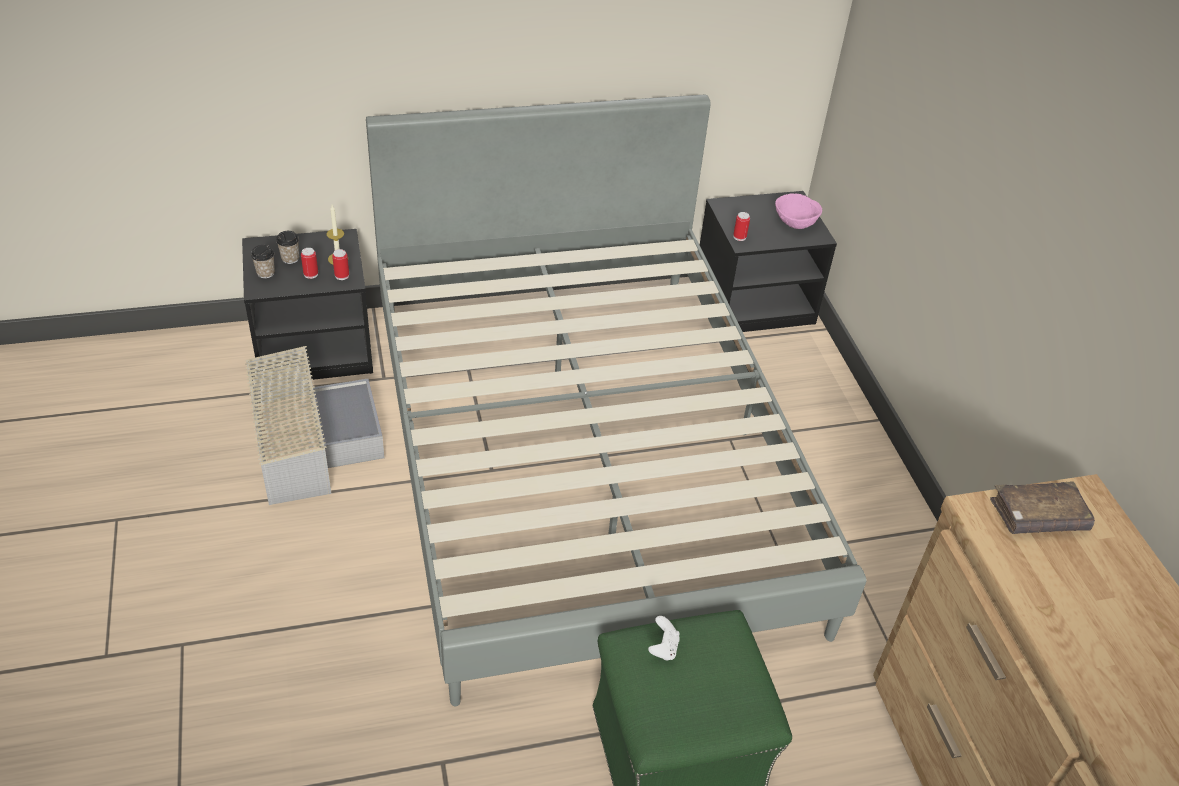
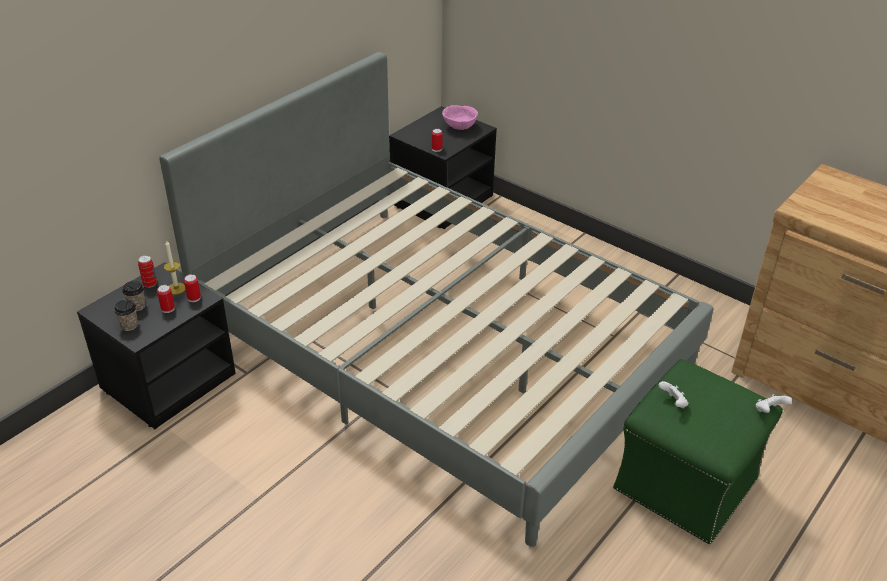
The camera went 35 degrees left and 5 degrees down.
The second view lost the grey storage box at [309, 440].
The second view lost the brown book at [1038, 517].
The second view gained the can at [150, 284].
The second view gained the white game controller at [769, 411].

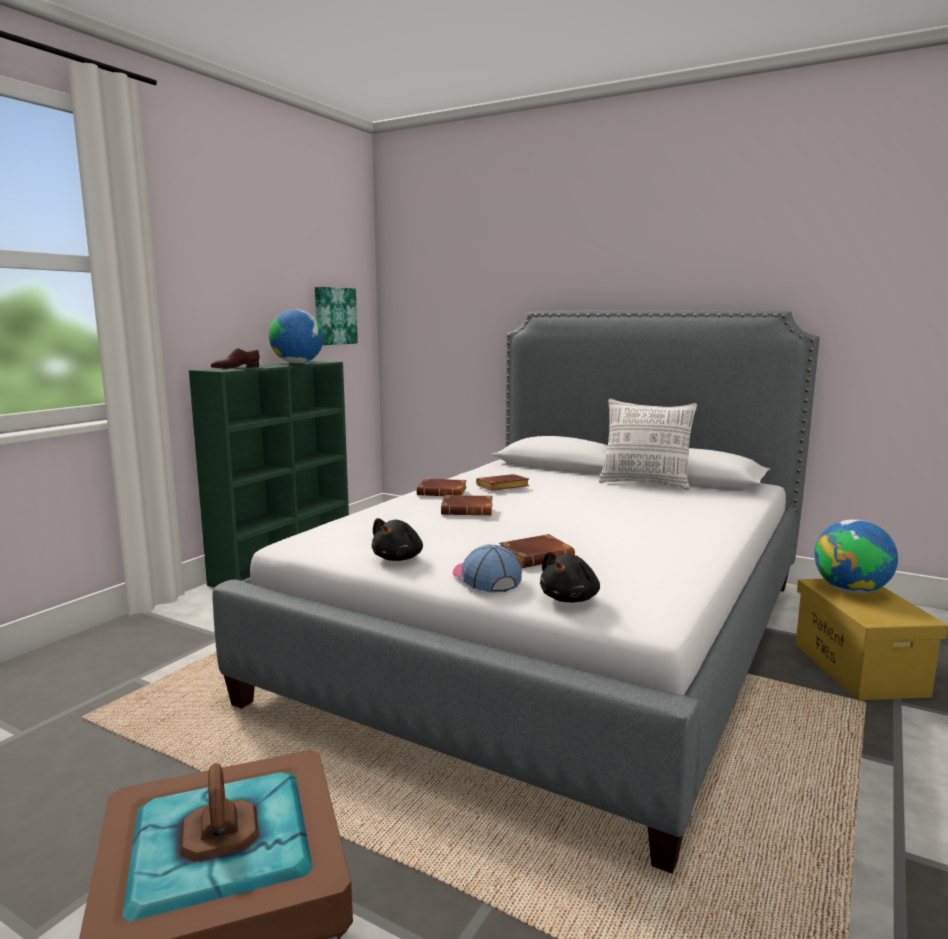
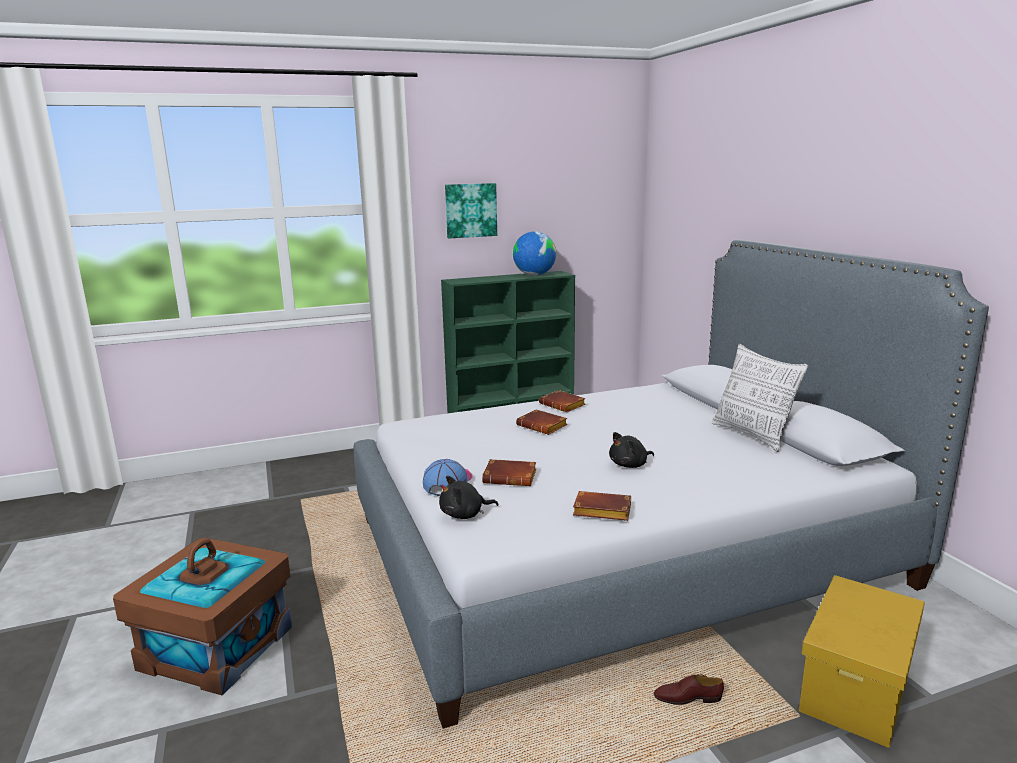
The camera went 40 degrees right and 5 degrees up.
The picture ended up elsewhere, having gone from [334, 316] to [470, 210].
The brown shoe ended up elsewhere, having gone from [235, 368] to [687, 698].
The brown book ended up elsewhere, having gone from [502, 487] to [600, 512].
The black plush toy ended up elsewhere, having gone from [399, 558] to [630, 465].
The second view lost the globe at [851, 590].

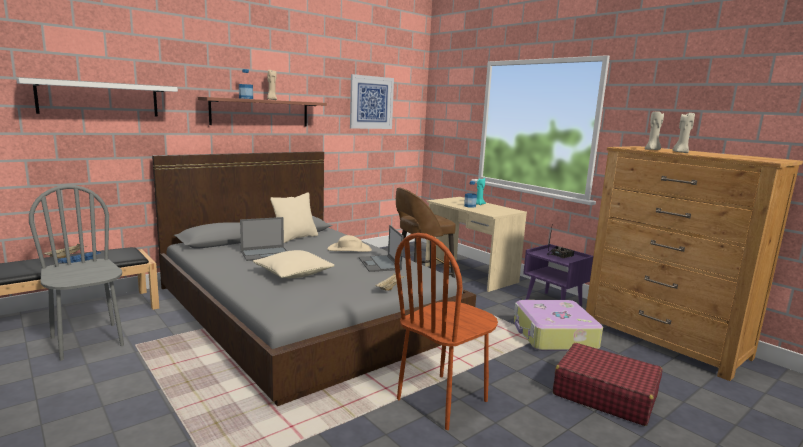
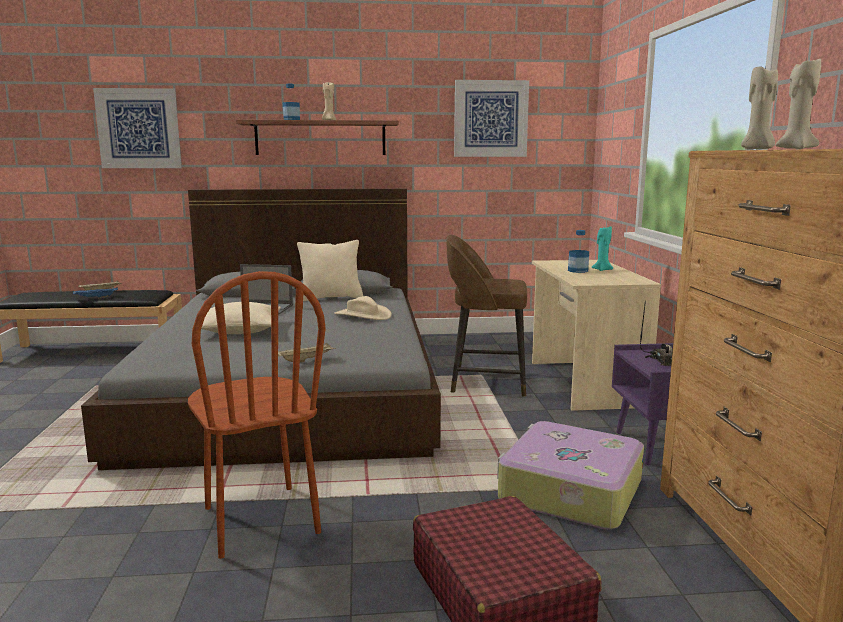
The camera went 35 degrees right and 0 degrees up.
Where the white shelf hung at [99, 99], the picture came to hang at [138, 128].
The second view lost the grey chair at [88, 341].
The second view lost the laptop at [380, 264].
The brown chair at [442, 400] ended up facing another way, 105 degrees counterclockwise from before.

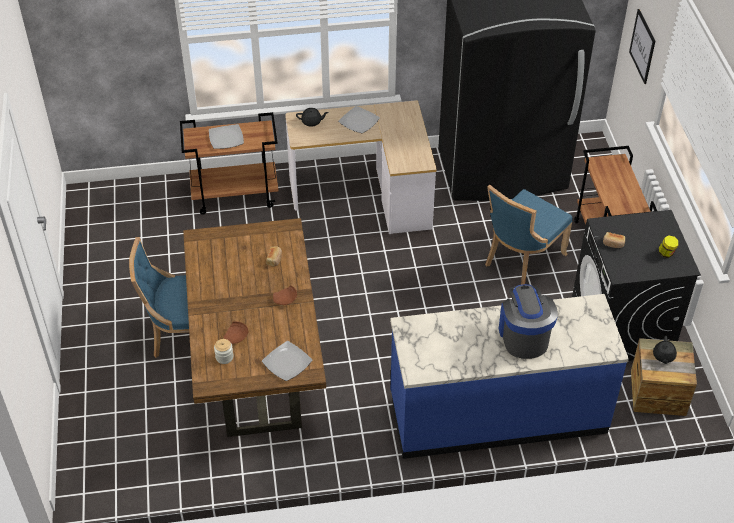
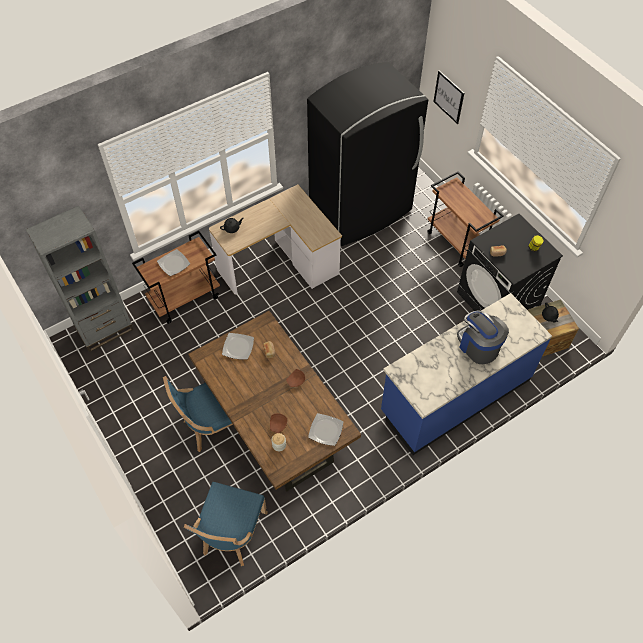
The camera went 25 degrees left and 10 degrees up.
The plate ended up elsewhere, having gone from [359, 122] to [238, 347].
The blue chair ended up elsewhere, having gone from [521, 260] to [231, 534].
The second view gained the grey bookcase at [104, 329].

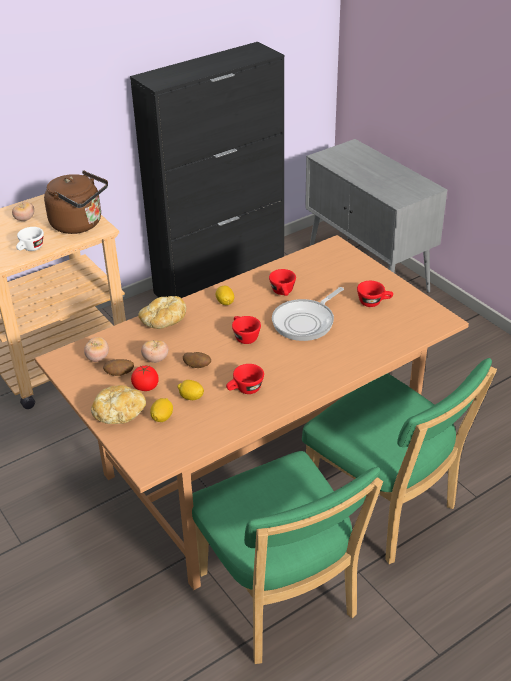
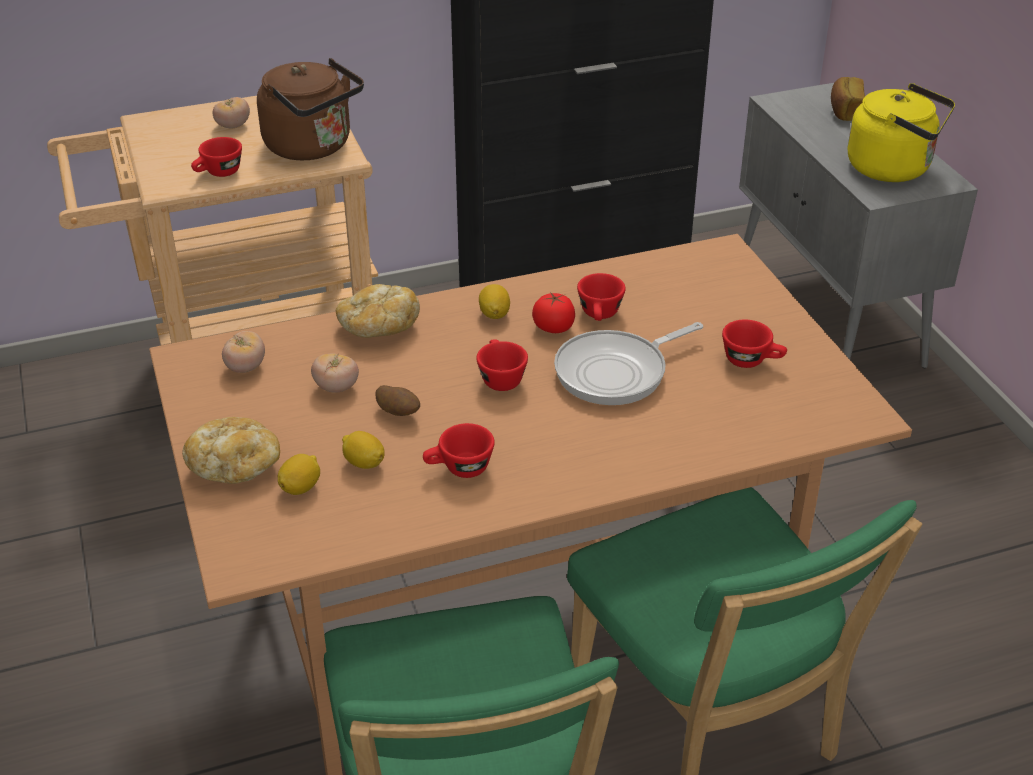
The camera went 15 degrees right and 0 degrees up.
What was the white cup at [30, 249] turned into the red cup at [218, 173].
The second view lost the potato at [119, 374].
The tomato ended up elsewhere, having gone from [146, 387] to [553, 328].
The second view gained the bread at [844, 111].
The second view gained the yellow kettle at [894, 168].

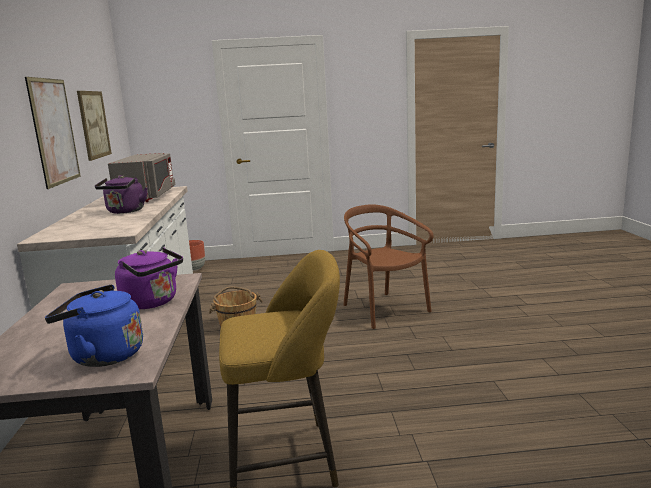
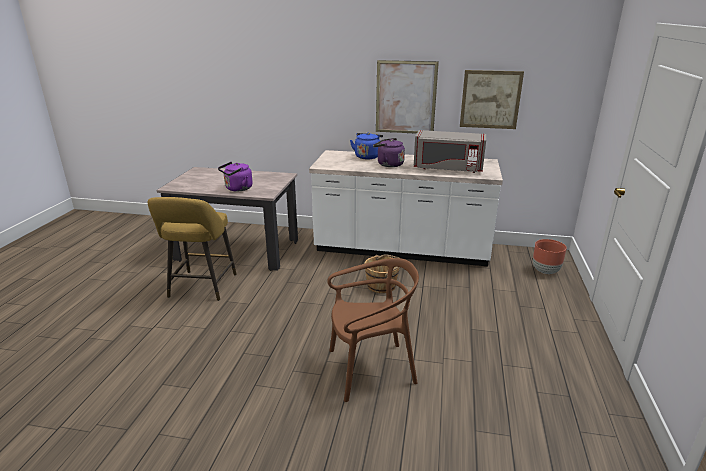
The camera went 105 degrees right and 10 degrees up.
The blue kettle ended up elsewhere, having gone from [103, 356] to [367, 156].

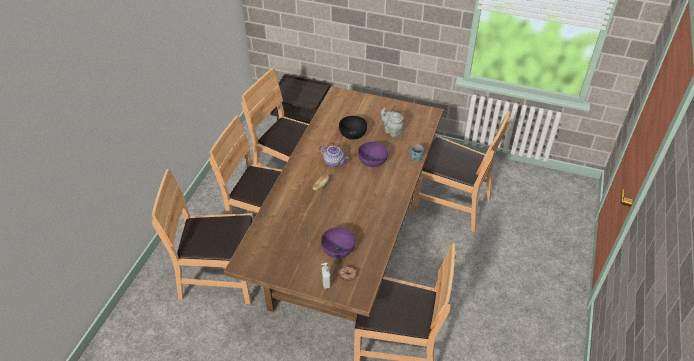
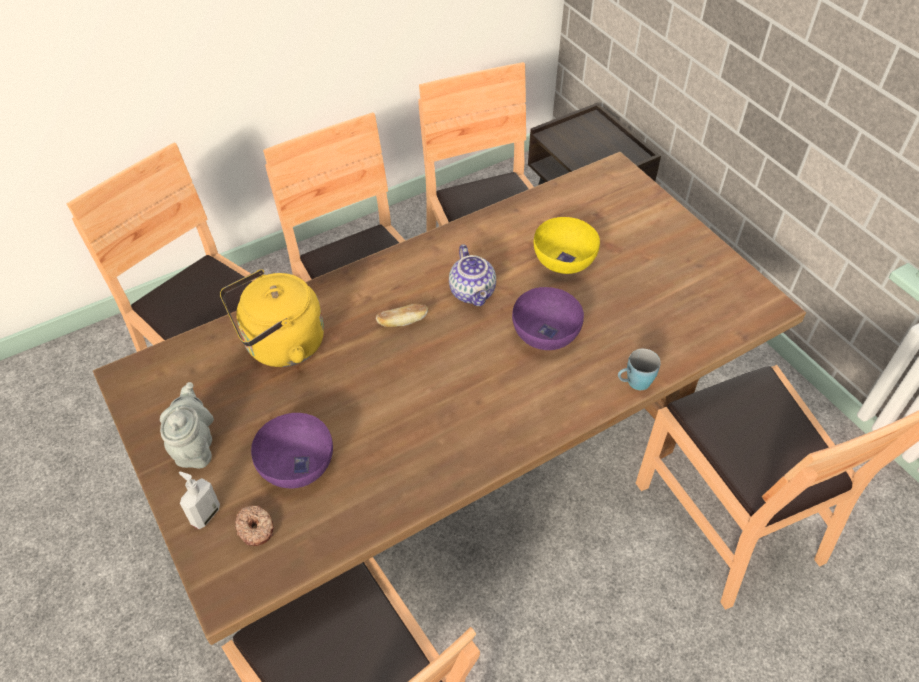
The camera went 40 degrees right and 5 degrees up.
The grey teapot ended up elsewhere, having gone from [391, 131] to [195, 447].
What was the black bowl at [352, 134] turned into the yellow bowl at [563, 260].
The second view gained the yellow kettle at [280, 346].

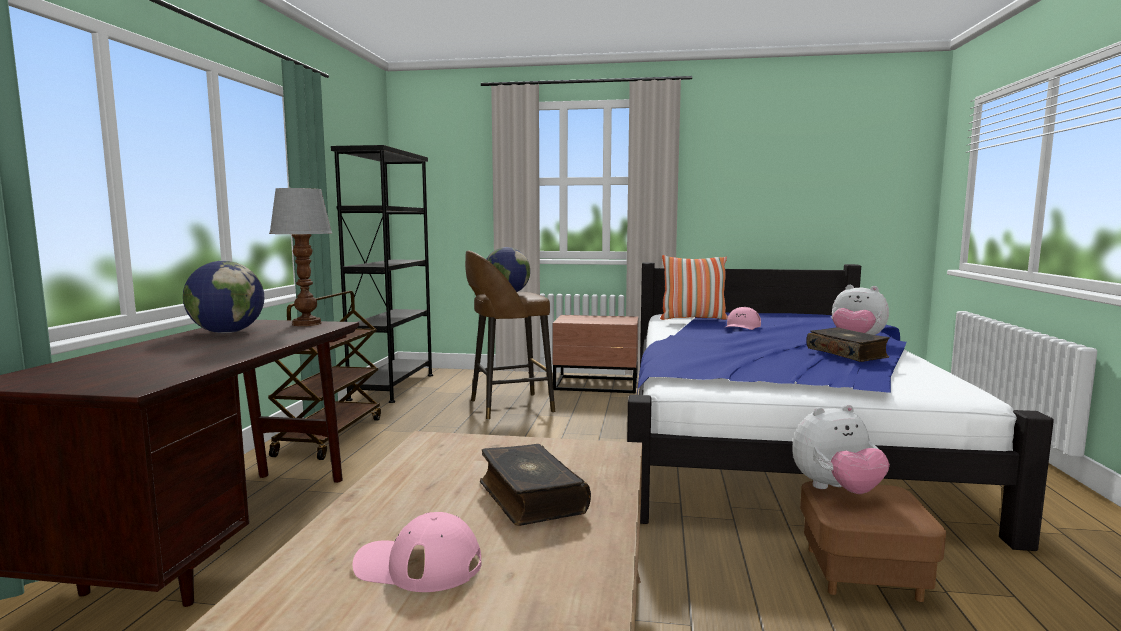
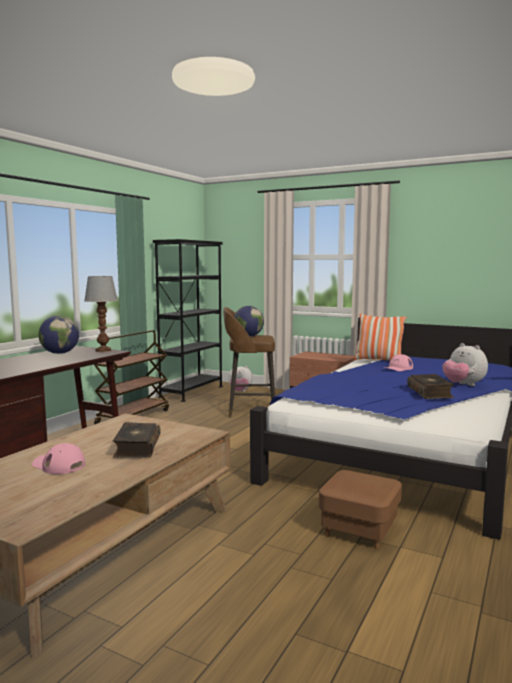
The camera went 20 degrees right and 0 degrees up.
The plush toy ended up elsewhere, having gone from [836, 490] to [240, 392].

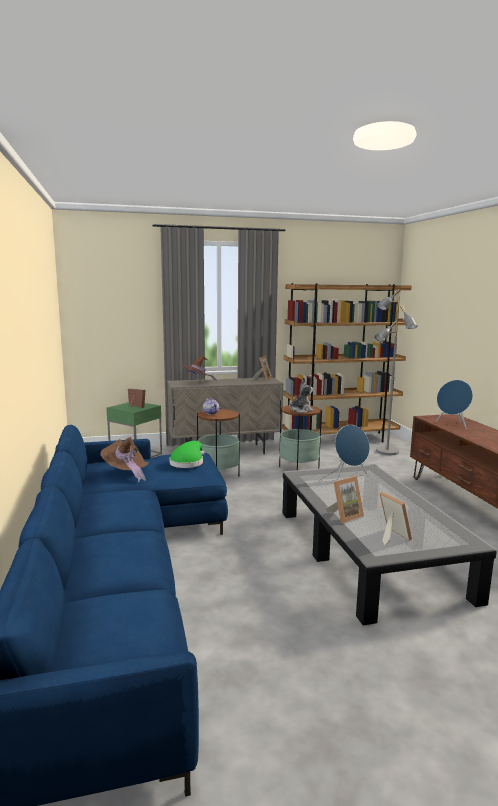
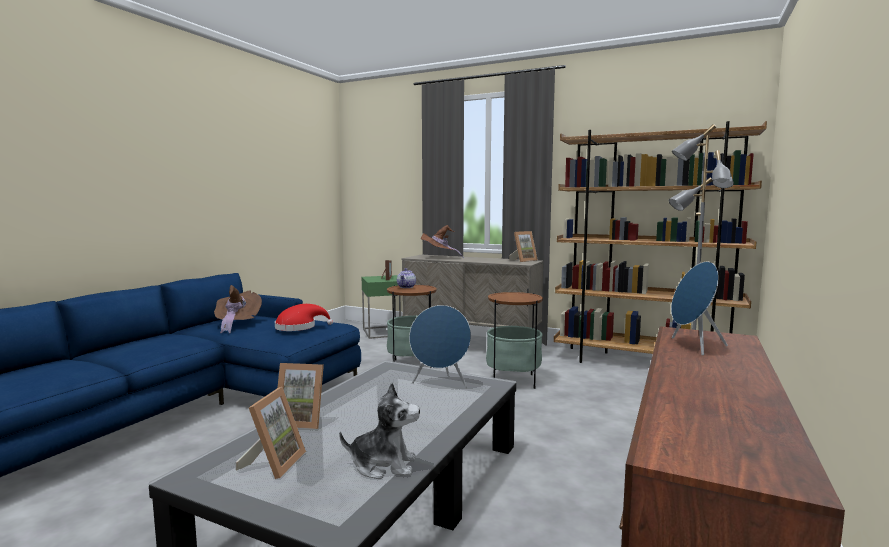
The camera went 40 degrees right and 5 degrees down.
The plush toy ended up elsewhere, having gone from [300, 410] to [383, 465].
What was the green hat at [188, 462] turned into the red hat at [299, 327].

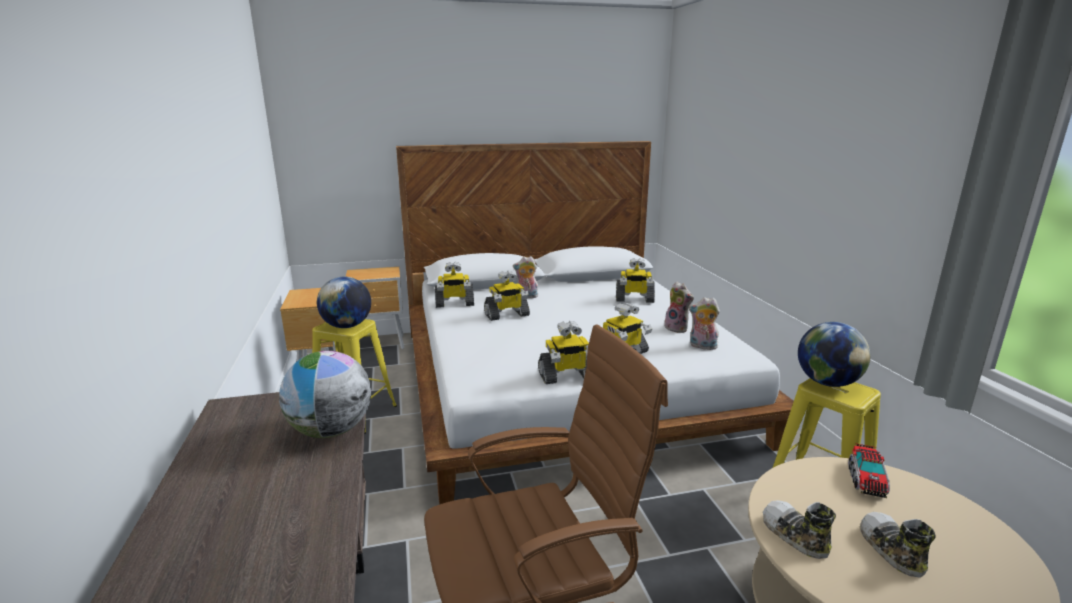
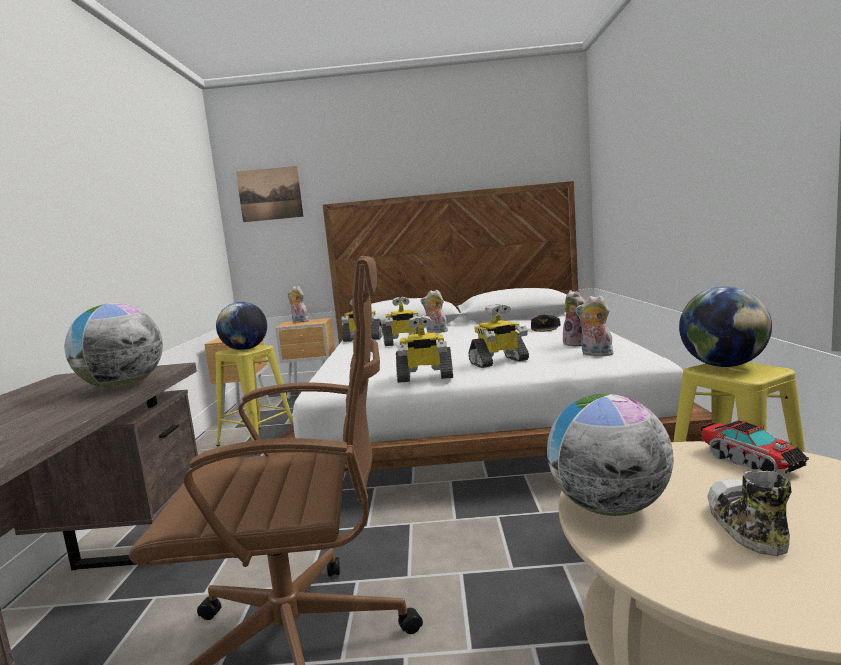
The camera went 15 degrees right and 10 degrees down.
Where the toy robot stood at [634, 299], the black cap came to stand at [545, 328].
The toy truck at [866, 480] ended up facing another way, 60 degrees counterclockwise from before.
Where the shoe stood at [794, 536], the globe came to stand at [609, 508].
The second view gained the picture at [270, 194].
The second view gained the plush toy at [299, 322].

